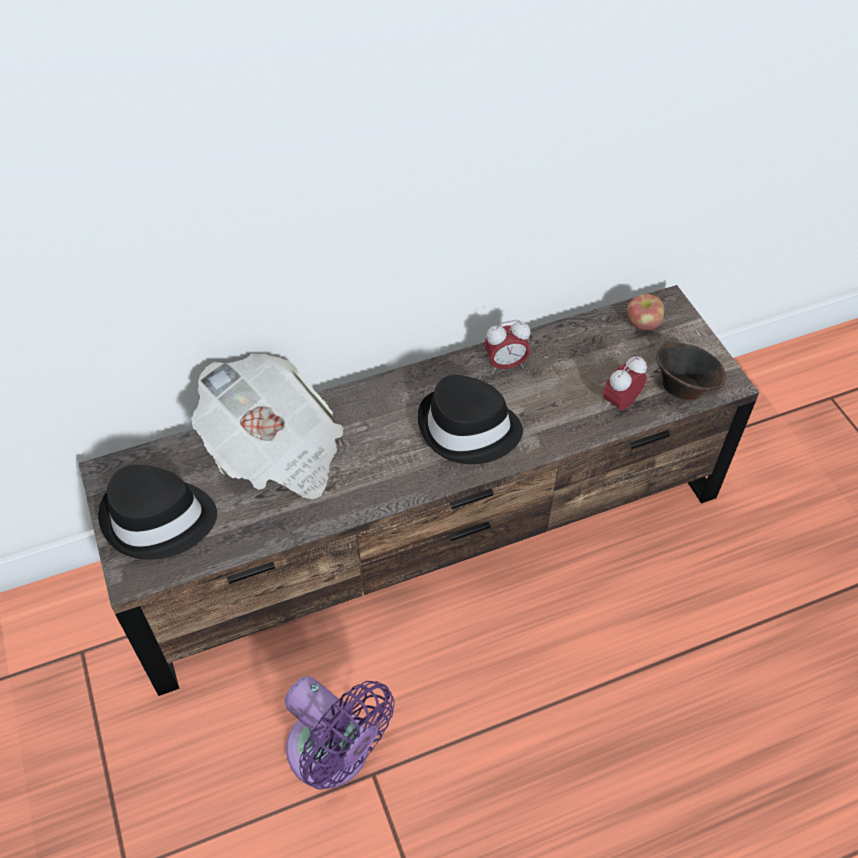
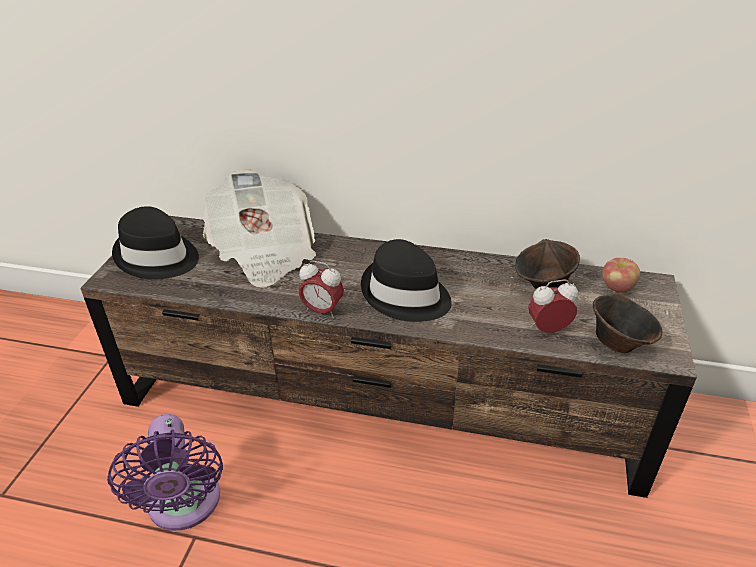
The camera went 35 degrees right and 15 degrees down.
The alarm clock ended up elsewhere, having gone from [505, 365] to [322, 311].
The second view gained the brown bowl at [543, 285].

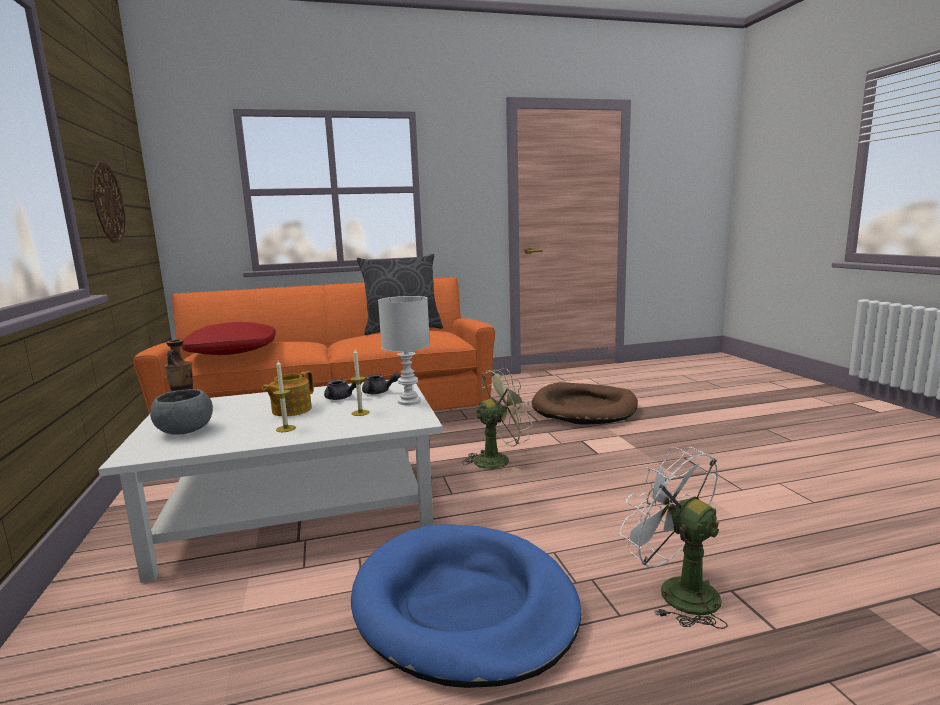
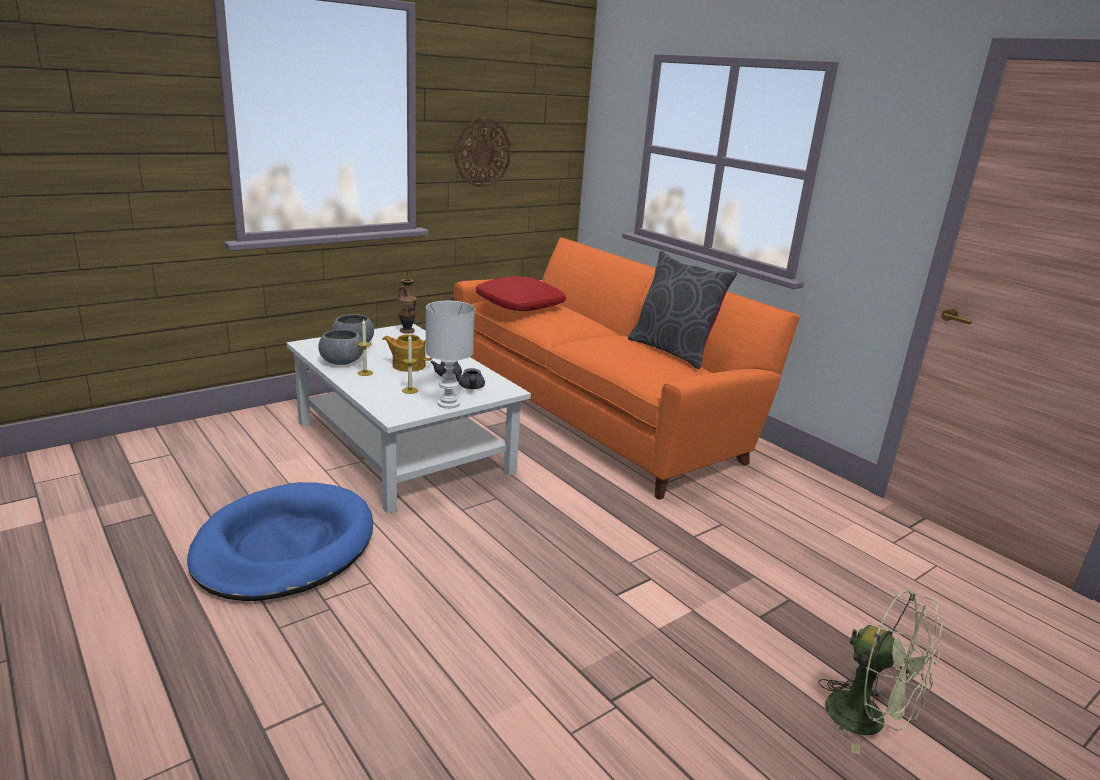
The camera went 65 degrees right and 10 degrees up.
The green fan ended up elsewhere, having gone from [498, 460] to [868, 720].
The second view lost the brown dog bed at [584, 408].
The second view lost the white fan at [676, 591].
The second view gained the grey bowl at [342, 362].

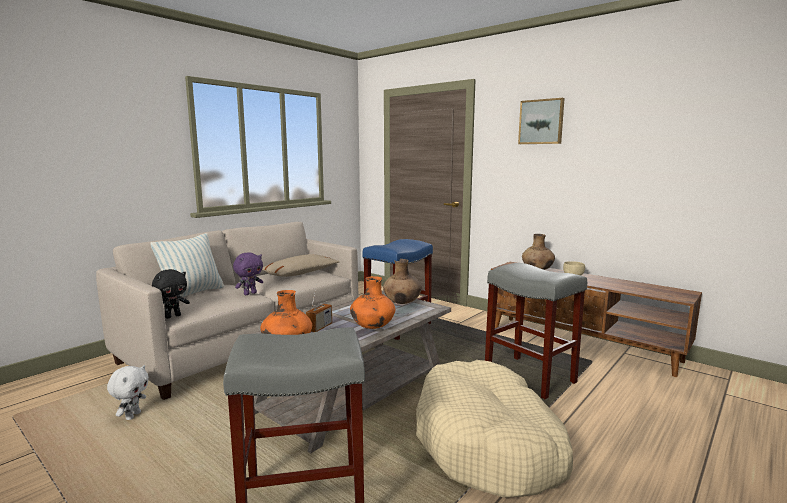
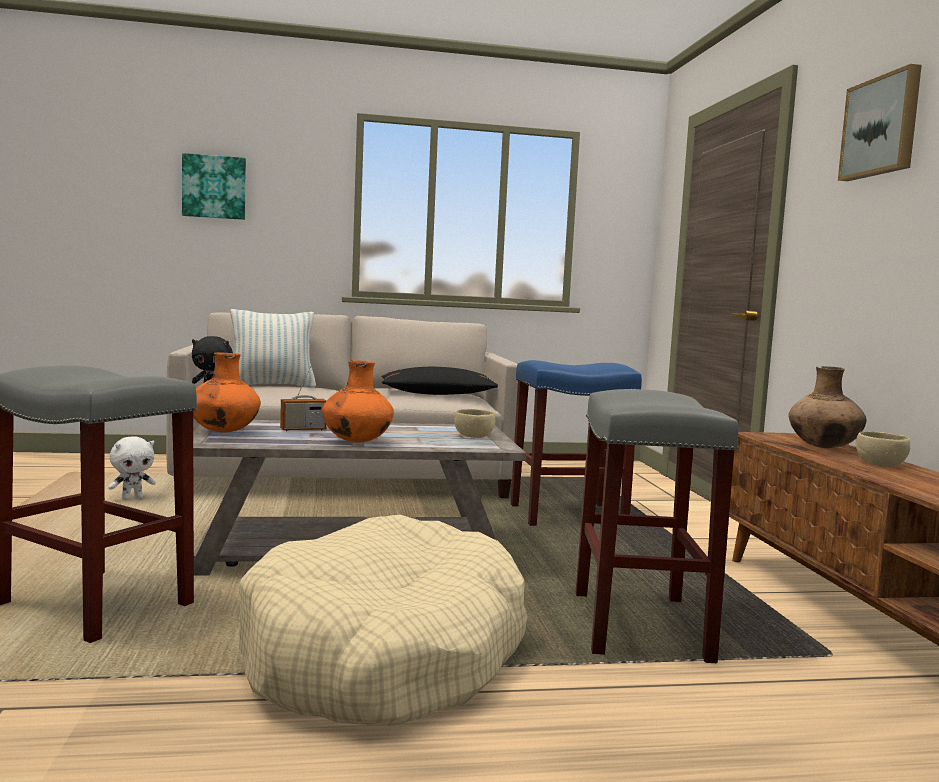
The camera went 40 degrees right and 5 degrees down.
The second view lost the purple plush toy at [250, 293].
What was the beige pillow at [300, 273] turned into the black pillow at [438, 394].
Where the brown vase stood at [402, 302], the beige bowl came to stand at [474, 436].
The second view gained the picture at [214, 187].

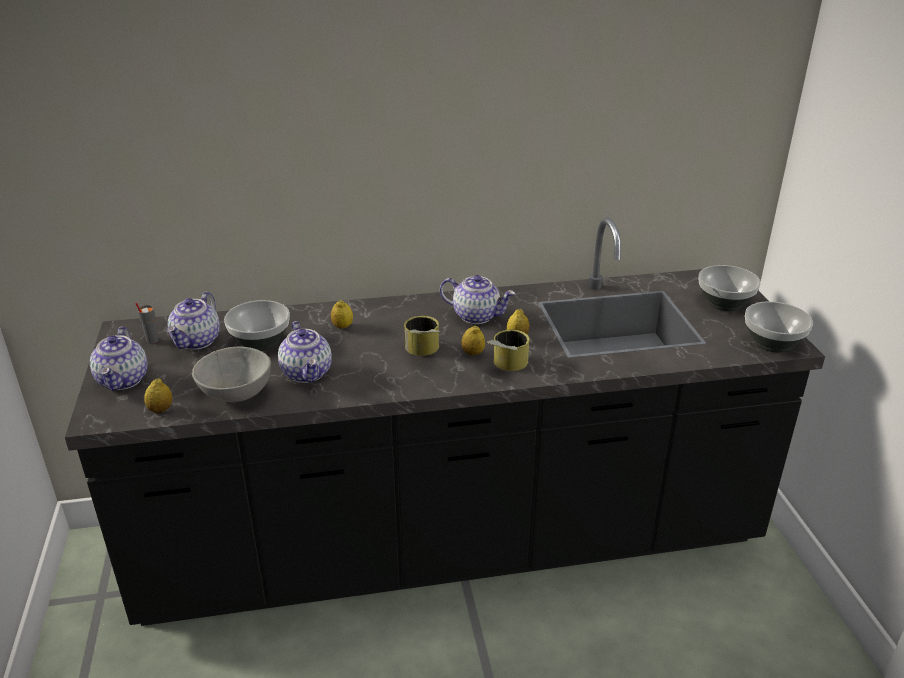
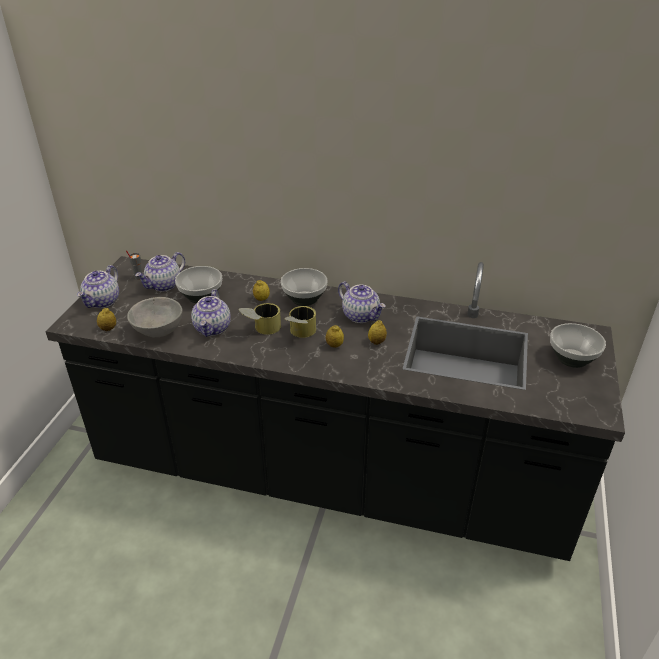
The camera went 25 degrees right and 5 degrees up.
The bowl ended up elsewhere, having gone from [771, 343] to [303, 299].
The can ended up elsewhere, having gone from [506, 367] to [261, 330].

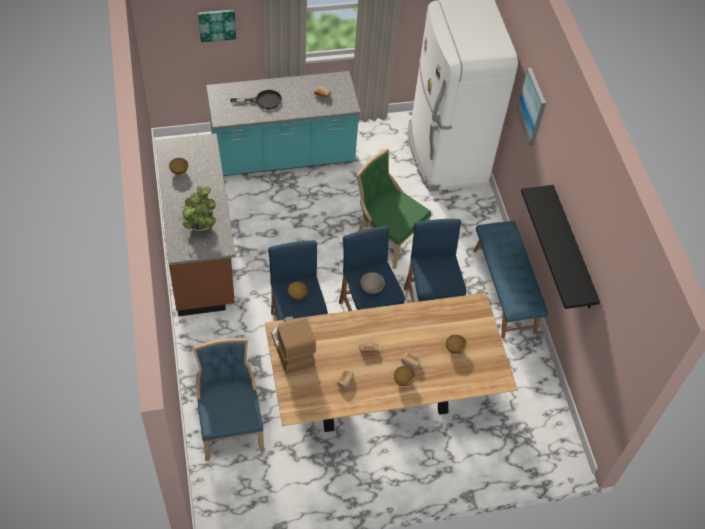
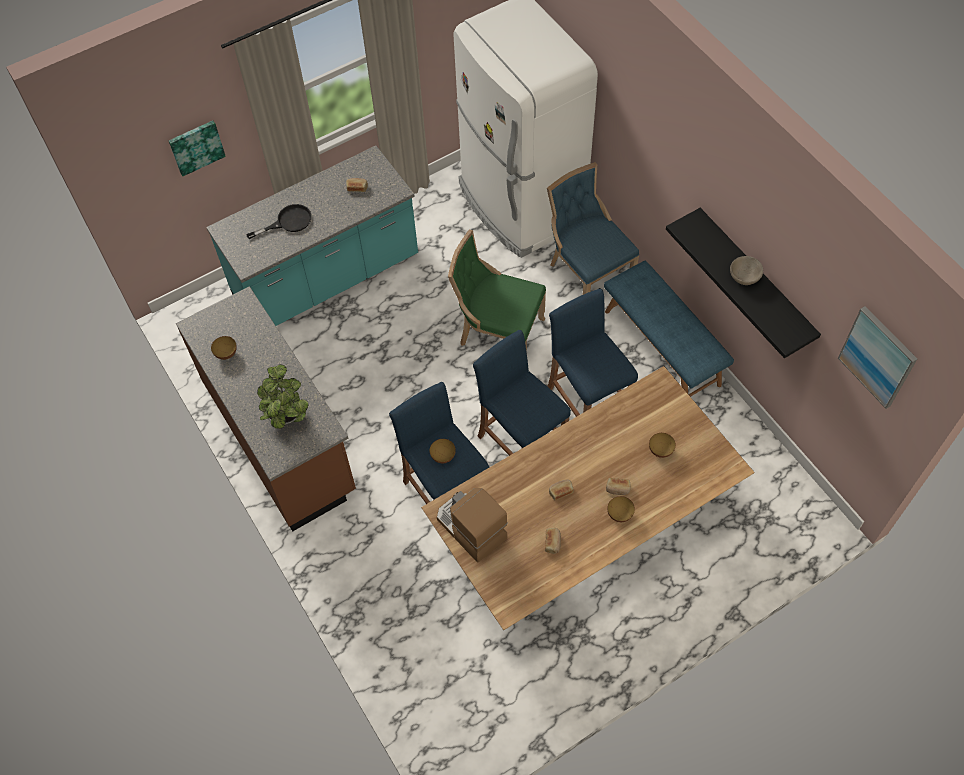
The camera went 15 degrees left and 5 degrees up.
The picture ended up elsewhere, having gone from [532, 107] to [878, 357].
The beige bowl ended up elsewhere, having gone from [371, 288] to [744, 277].
The blue chair ended up elsewhere, having gone from [230, 424] to [587, 273].

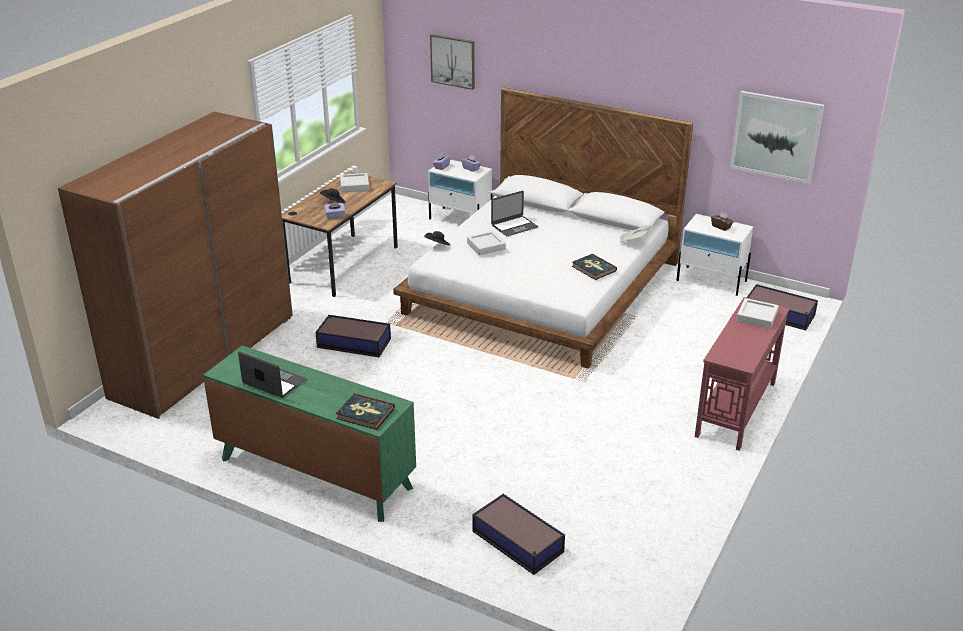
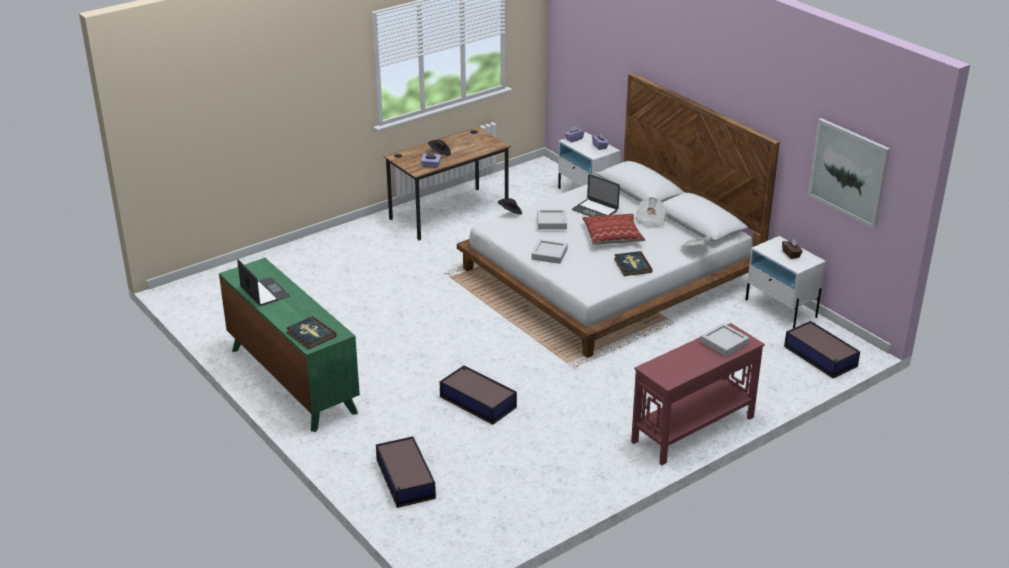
The camera went 25 degrees right and 0 degrees up.
The second view lost the picture at [453, 61].
The second view lost the brown wardrobe at [204, 356].
The grey tray ended up elsewhere, having gone from [354, 185] to [549, 254].
The laptop at [514, 226] ended up facing another way, 45 degrees clockwise from before.
The storage box ended up elsewhere, having gone from [353, 343] to [477, 401].
The second view gained the newspaper at [651, 221].
The second view gained the pillow at [613, 236].

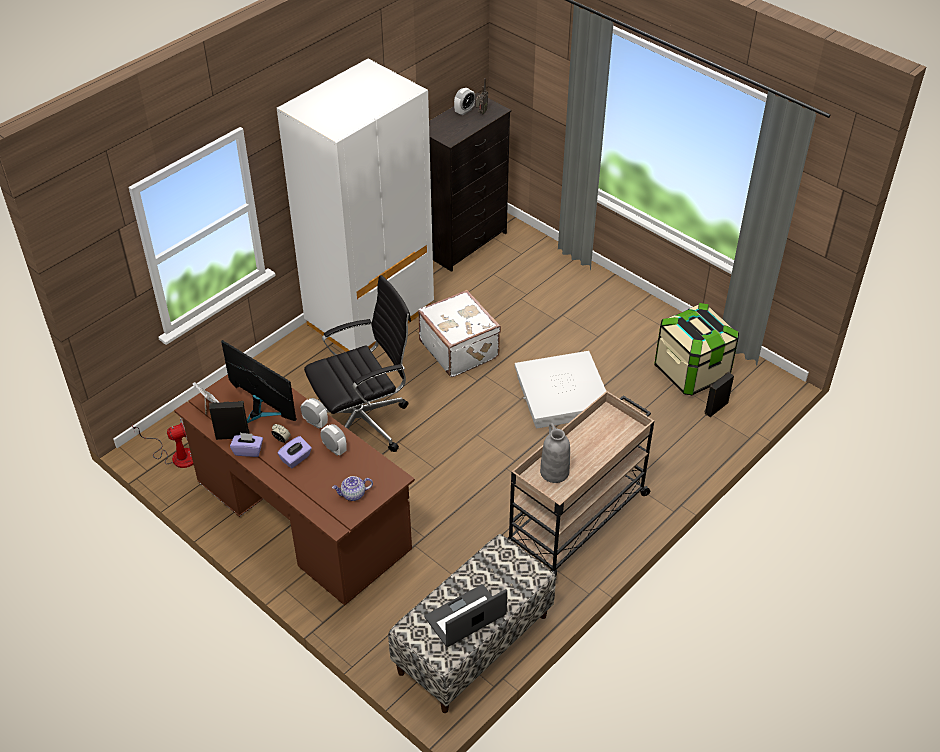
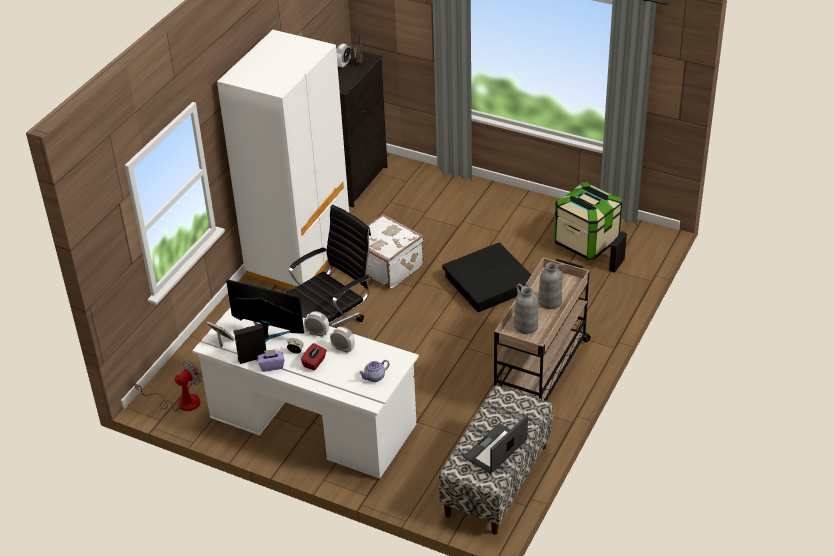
The camera went 15 degrees left and 5 degrees down.
What was the white storage box at [561, 396] turned into the black storage box at [489, 283].
What was the brown desk at [302, 516] turned into the white desk at [312, 422].
What was the purple tissue box at [296, 459] turned into the red tissue box at [314, 362].
The second view gained the grey vase at [550, 301].

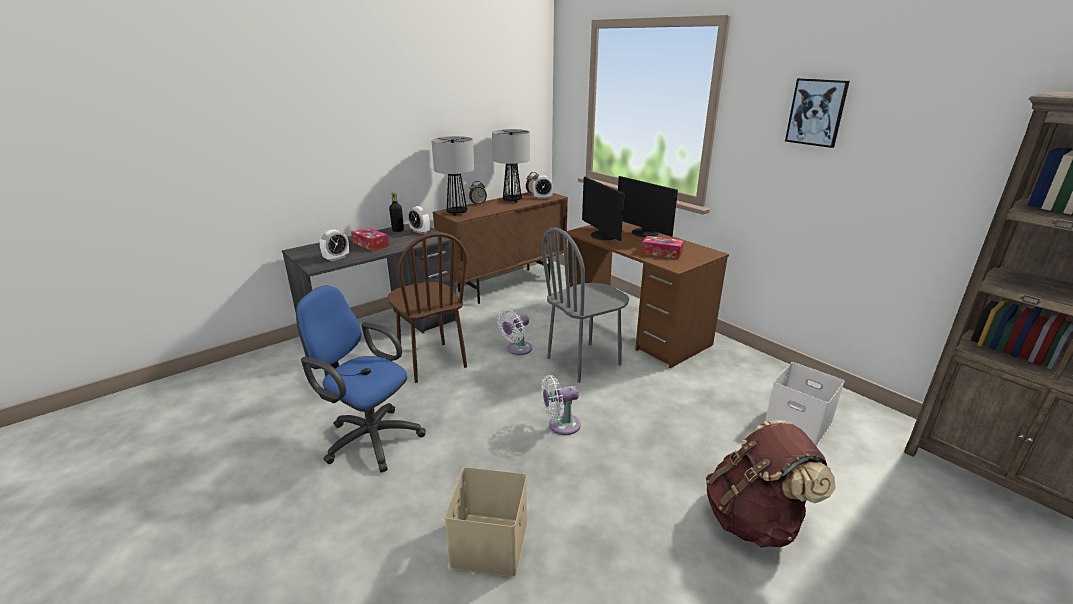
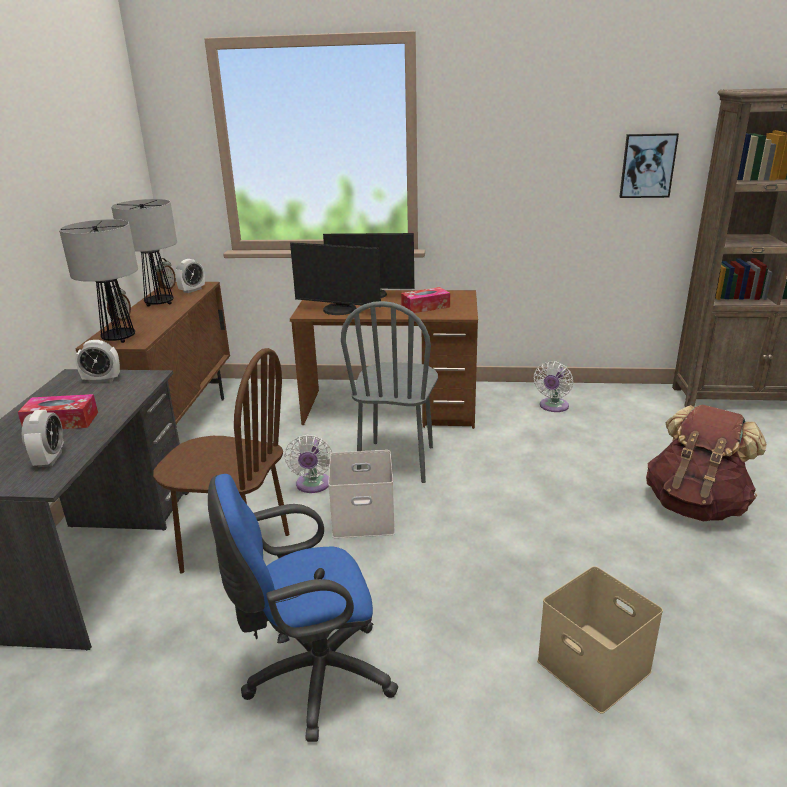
The camera went 45 degrees left and 0 degrees up.
The picture ended up elsewhere, having gone from [816, 112] to [647, 165].
The second view lost the black bottle at [398, 230].
The white storage box ended up elsewhere, having gone from [799, 423] to [364, 517].
The white fan ended up elsewhere, having gone from [561, 425] to [553, 407].

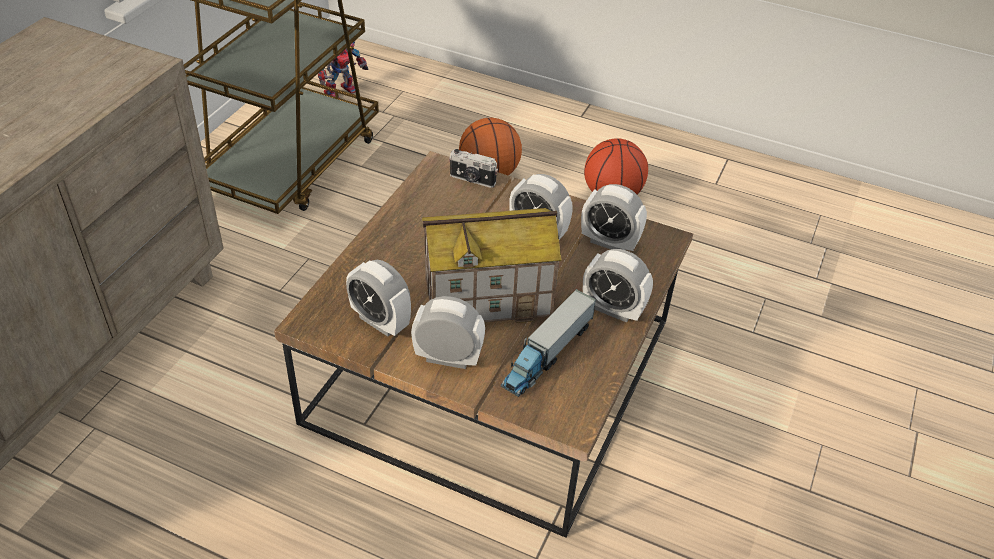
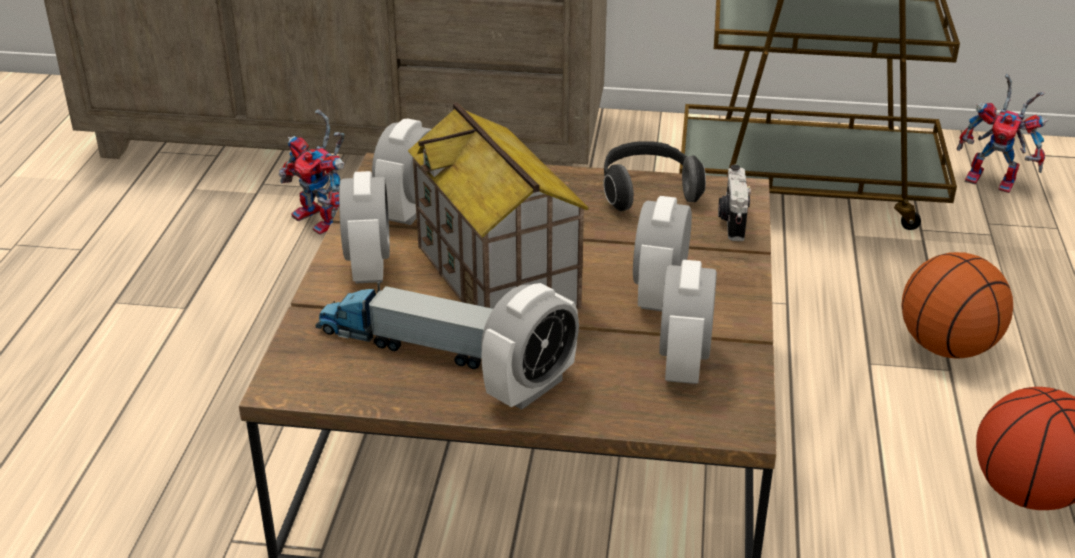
The camera went 75 degrees right and 10 degrees down.
The alarm clock at [613, 309] ended up facing another way, 150 degrees counterclockwise from before.
The second view gained the toy robot at [324, 221].
The second view gained the headphones at [647, 191].

